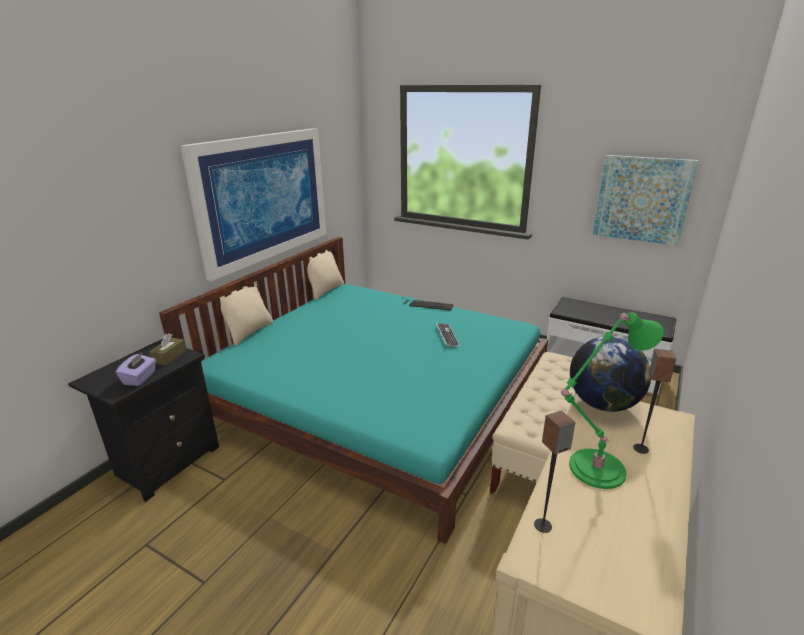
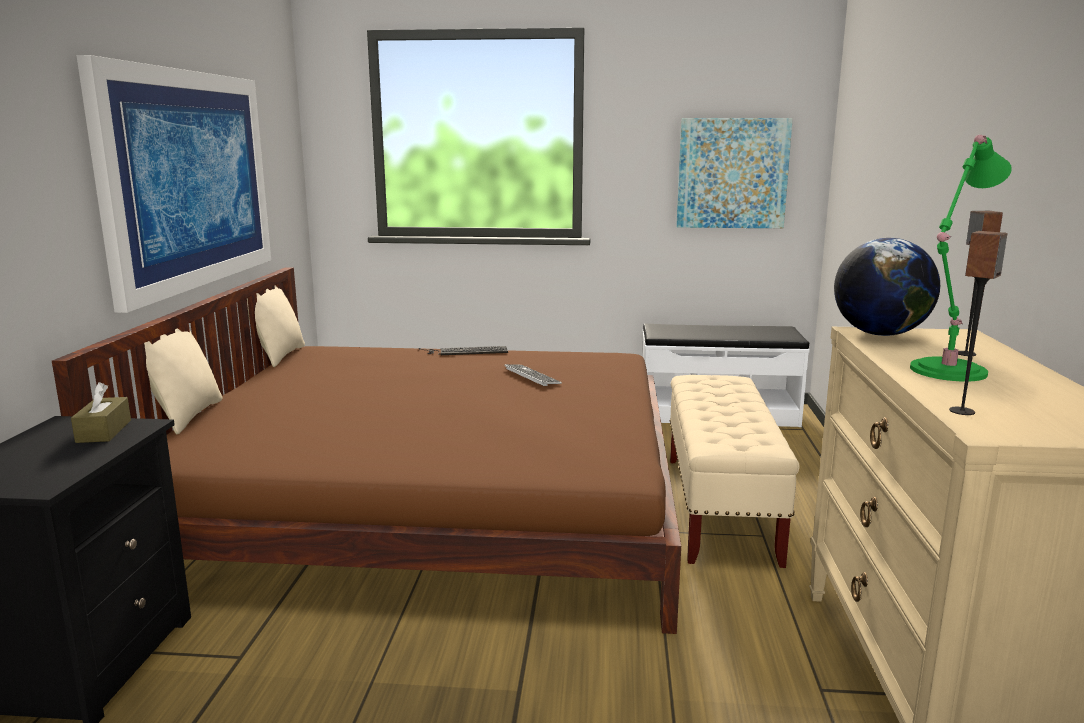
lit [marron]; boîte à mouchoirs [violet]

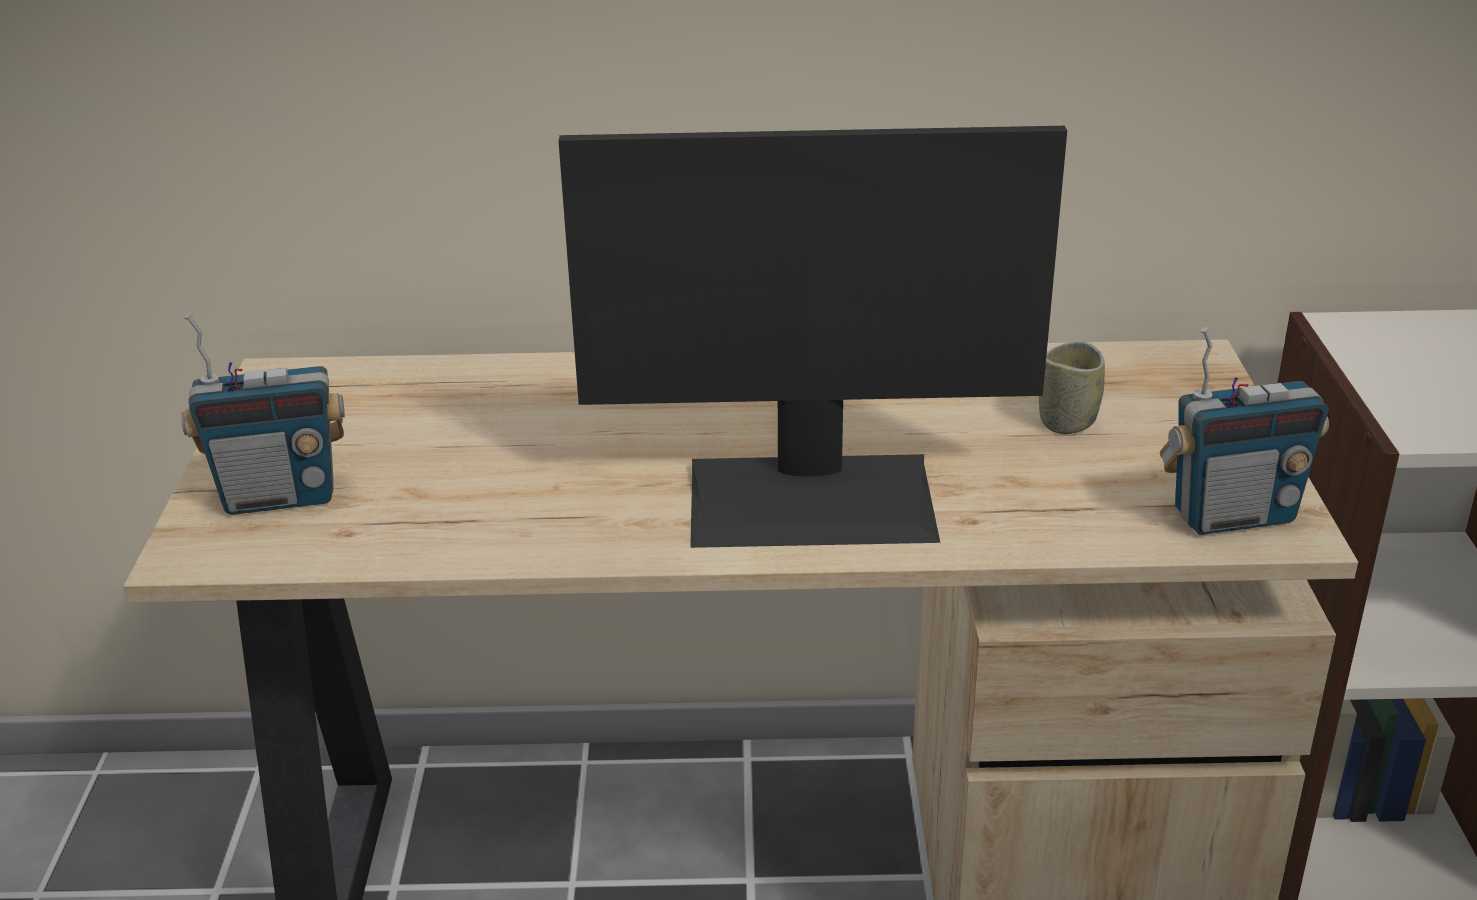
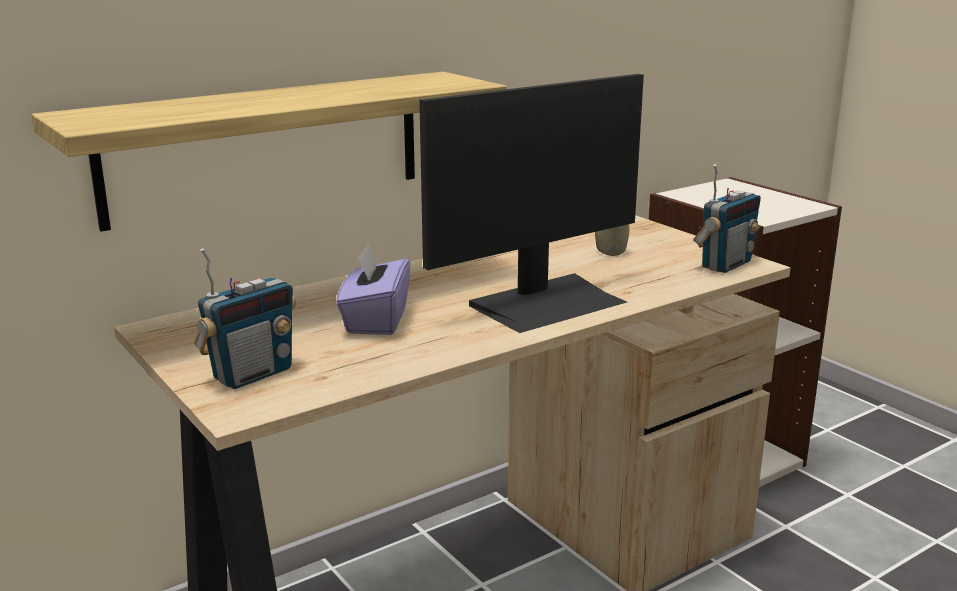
étagère; boîte à mouchoirs [violet]

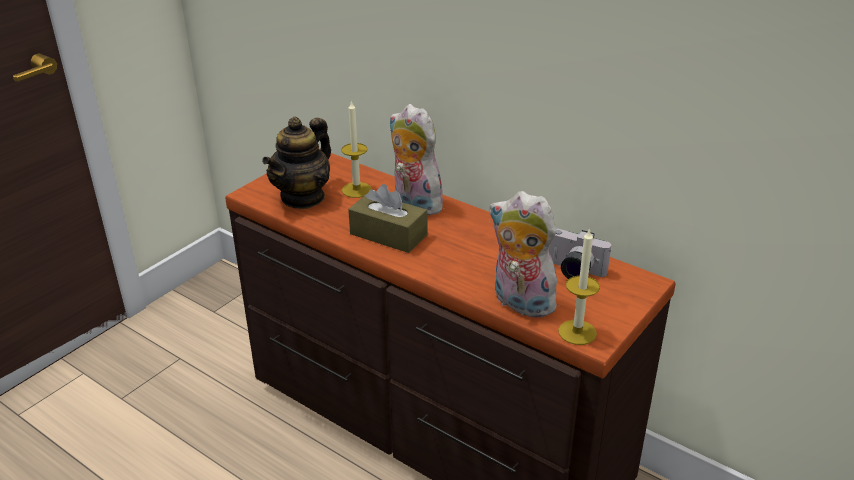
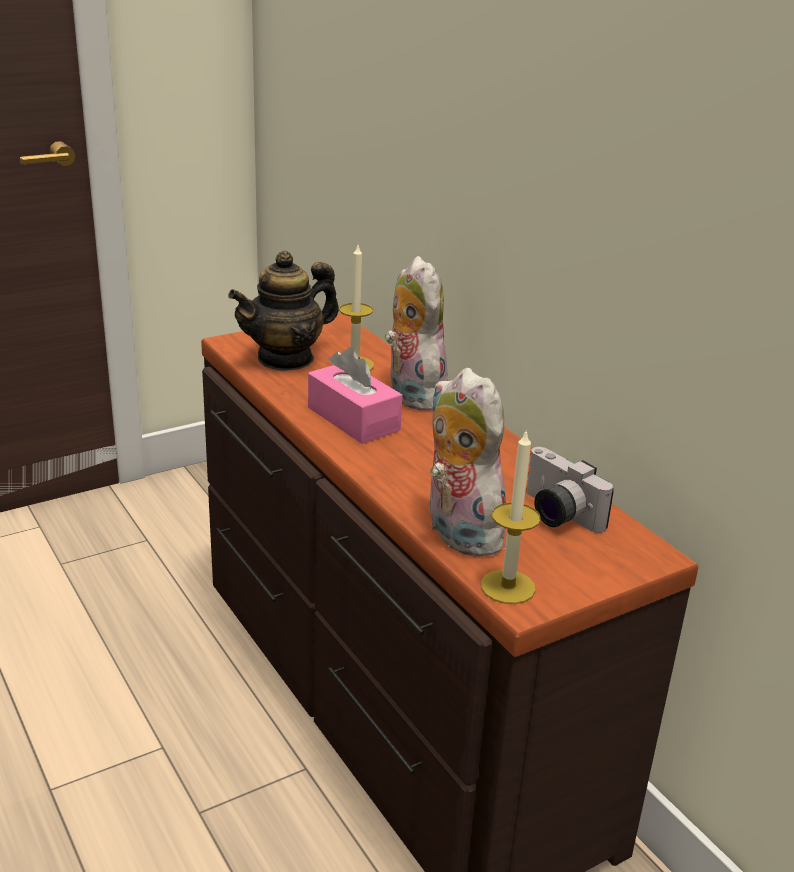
boîte à mouchoirs [rose]

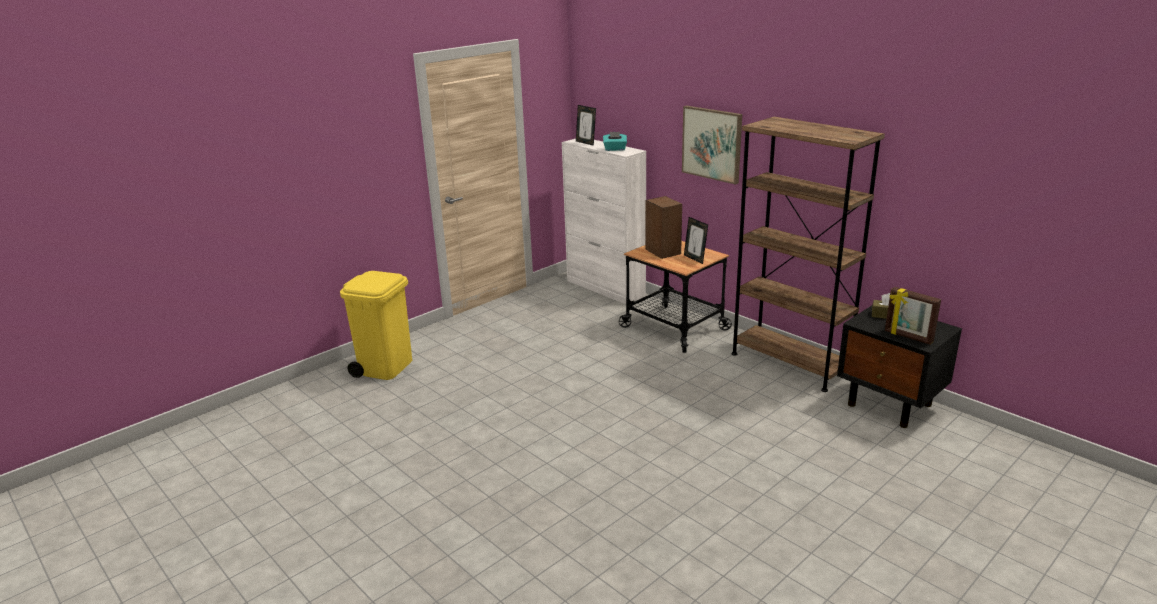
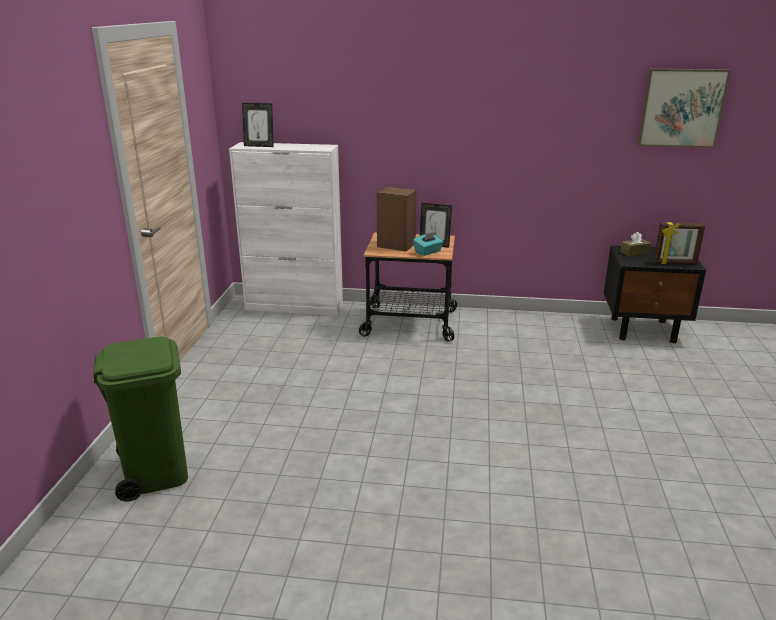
tableau; bibliothèque [marron]; boîte à mouchoirs [turquoise]; poubelle [vert]

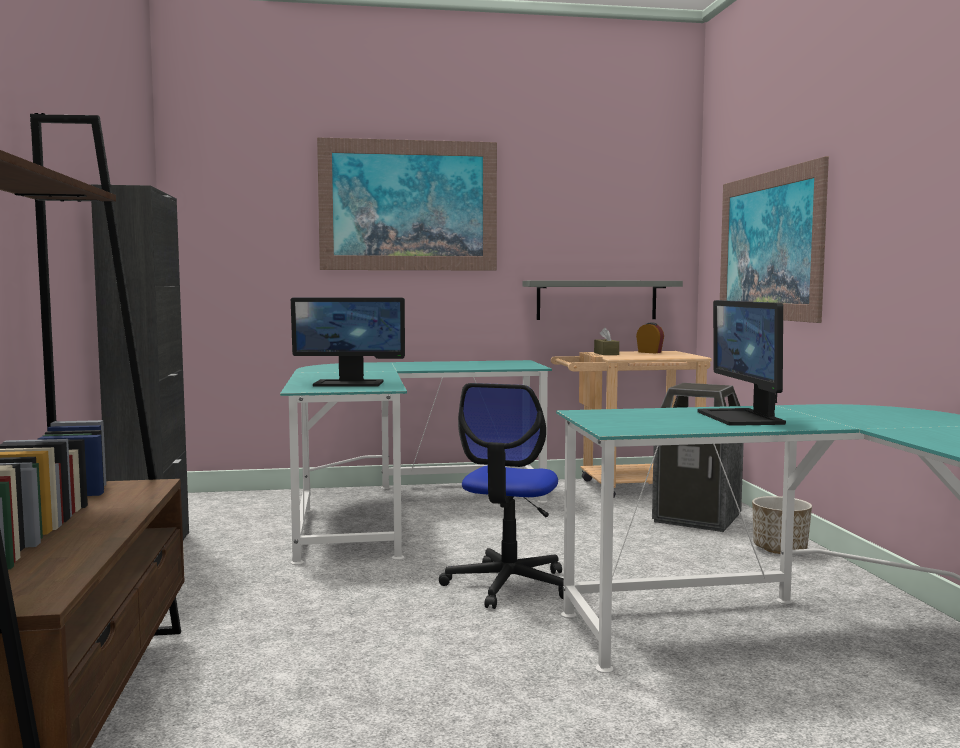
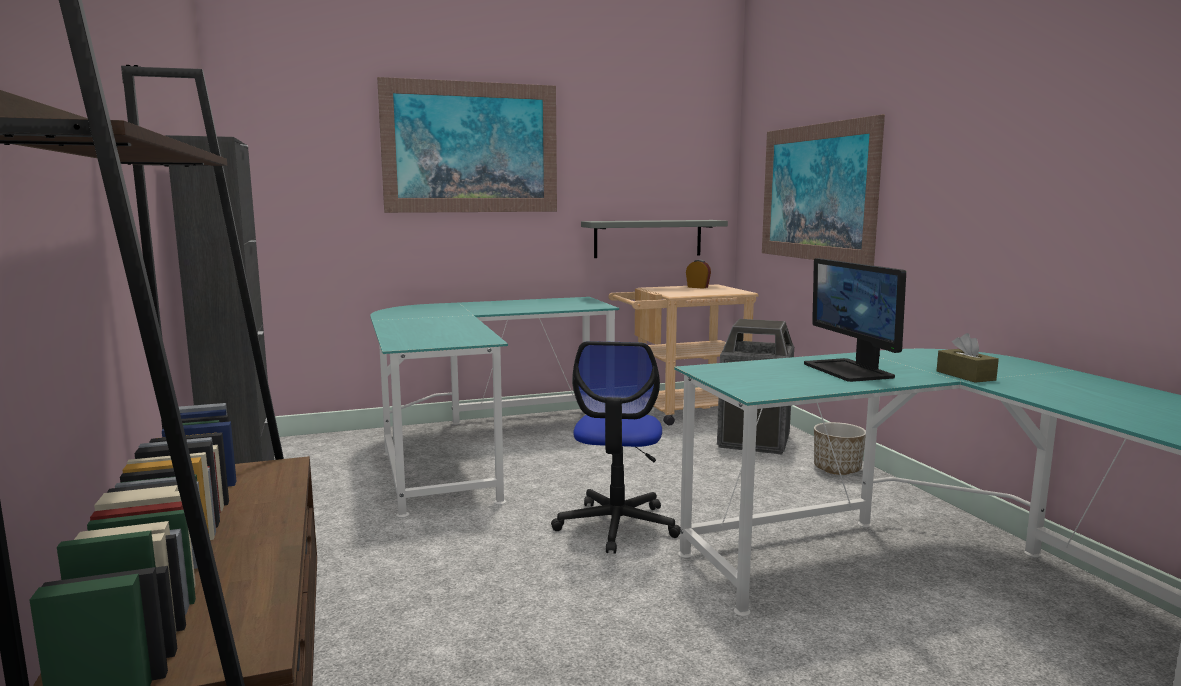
écran d'ordinateur (1st from left in the first image); boîte à mouchoirs [marron]

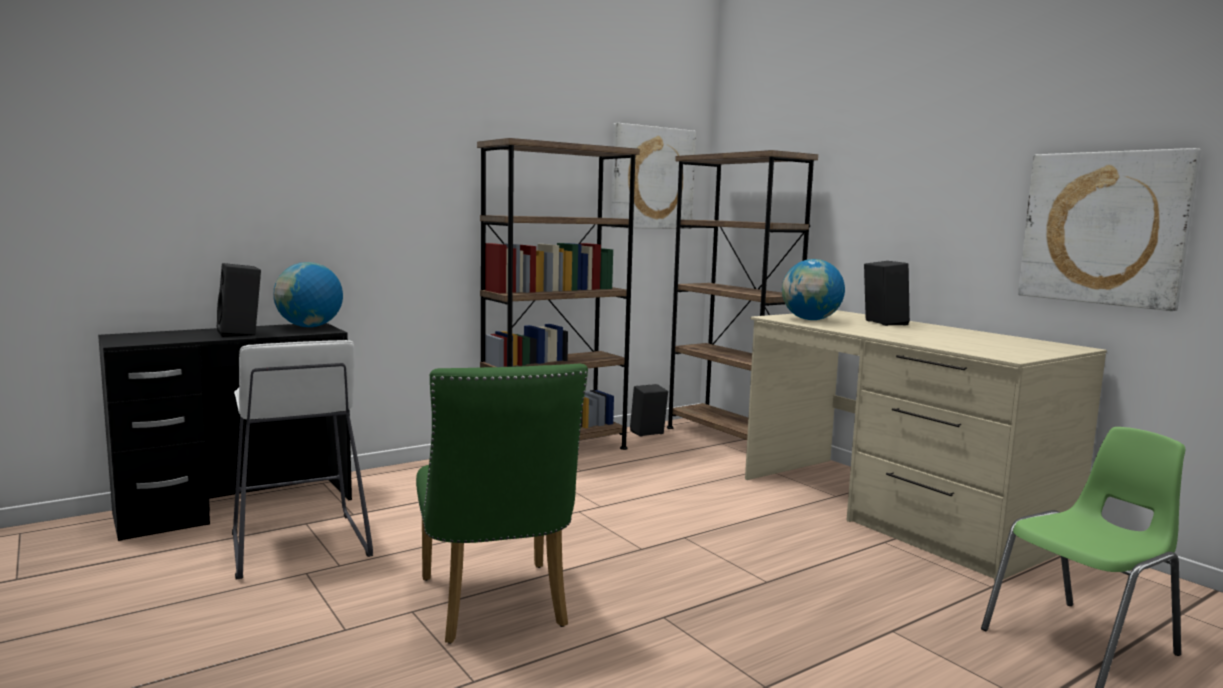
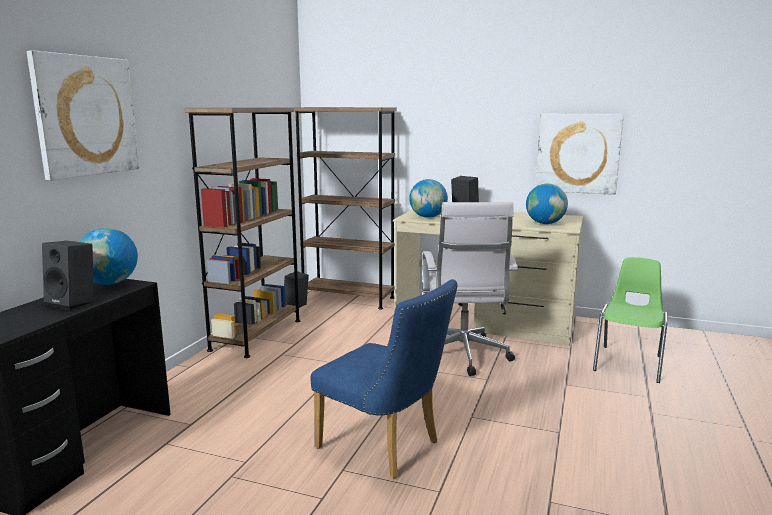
tableau (1st from left); tabouret [blanc]; chaise [bleu]; globe (3rd from left); chaise de bureau [blanc]

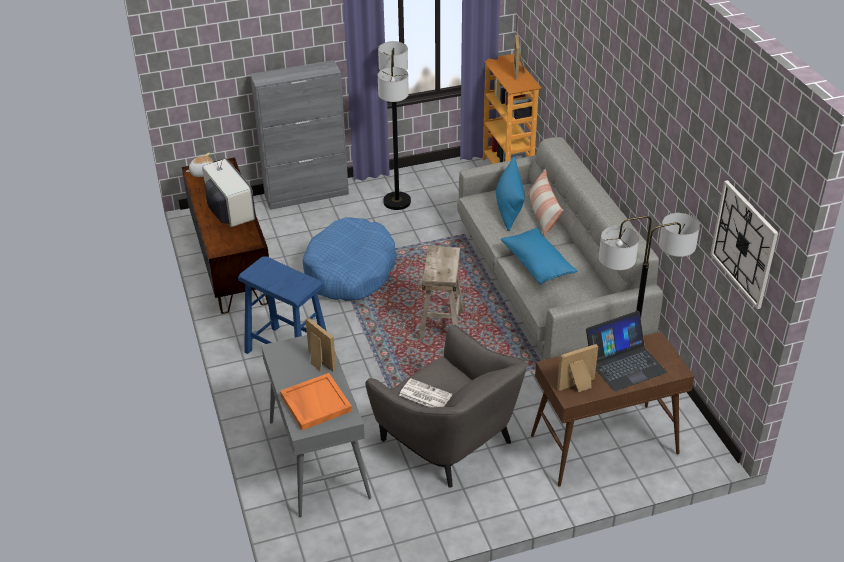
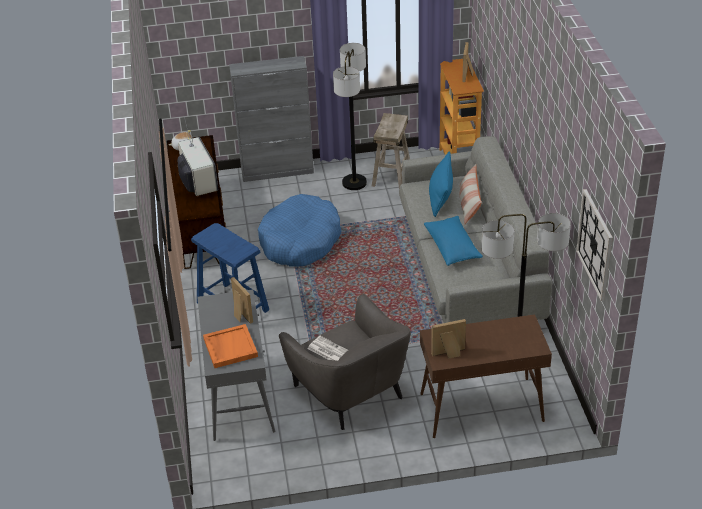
tabouret [beige]; ordinateur portable

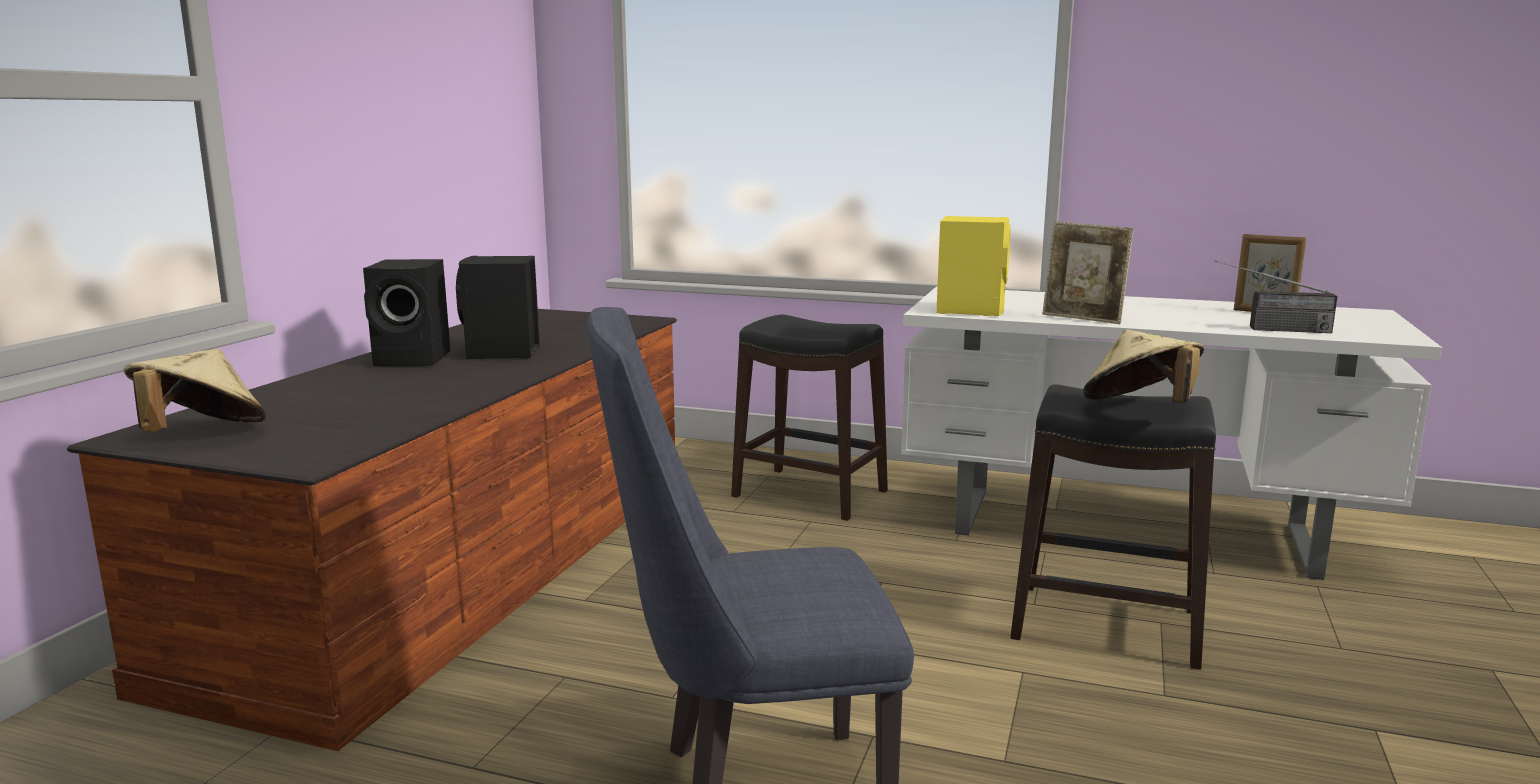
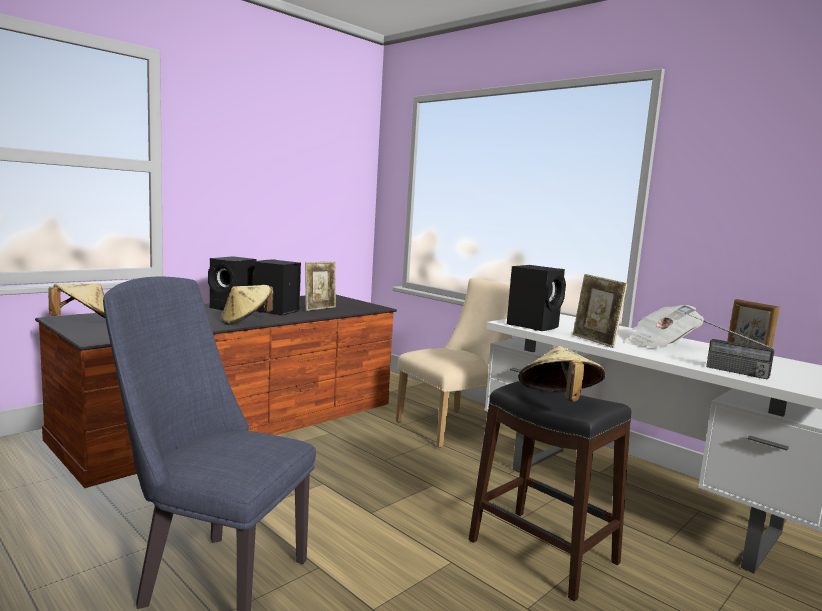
enceinte [noir] (3rd from left); chaise [beige]; cadre photo (1st from left); chapeau [beige] (2nd from left); journal

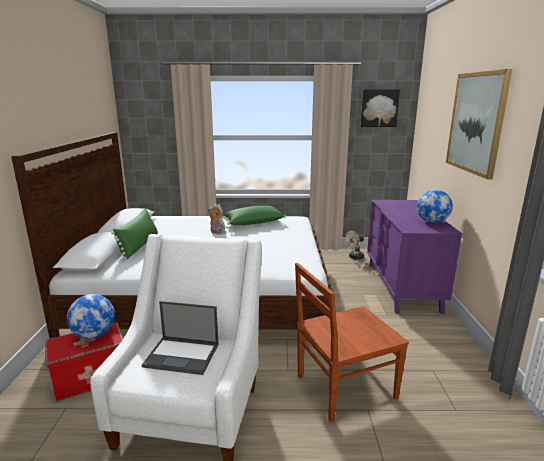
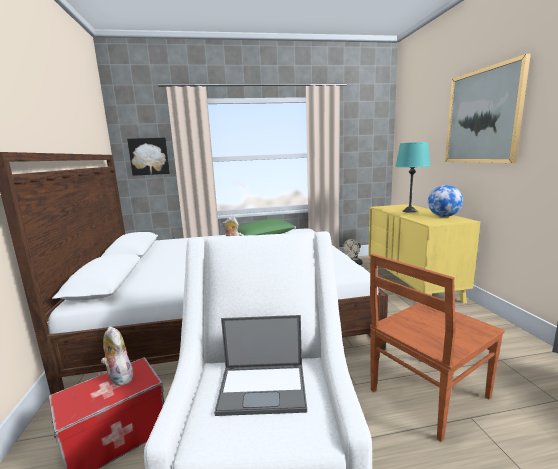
tableau (1st from left); commode [jaune]; coussin [vert] (1st from left in the first image); peluche (1st from left); lampe de table [turquoise]

